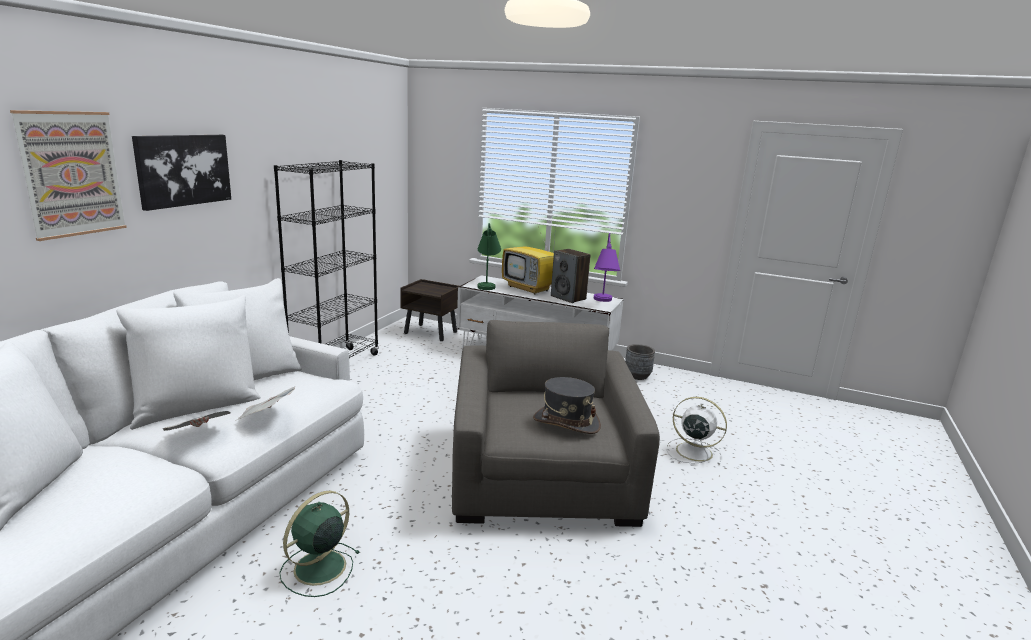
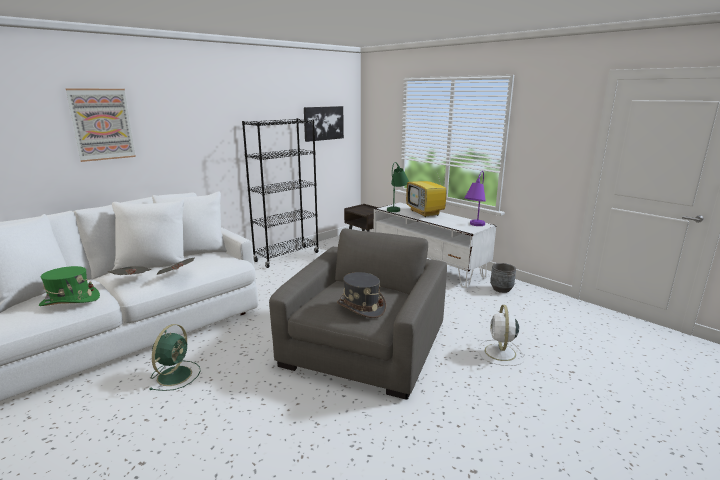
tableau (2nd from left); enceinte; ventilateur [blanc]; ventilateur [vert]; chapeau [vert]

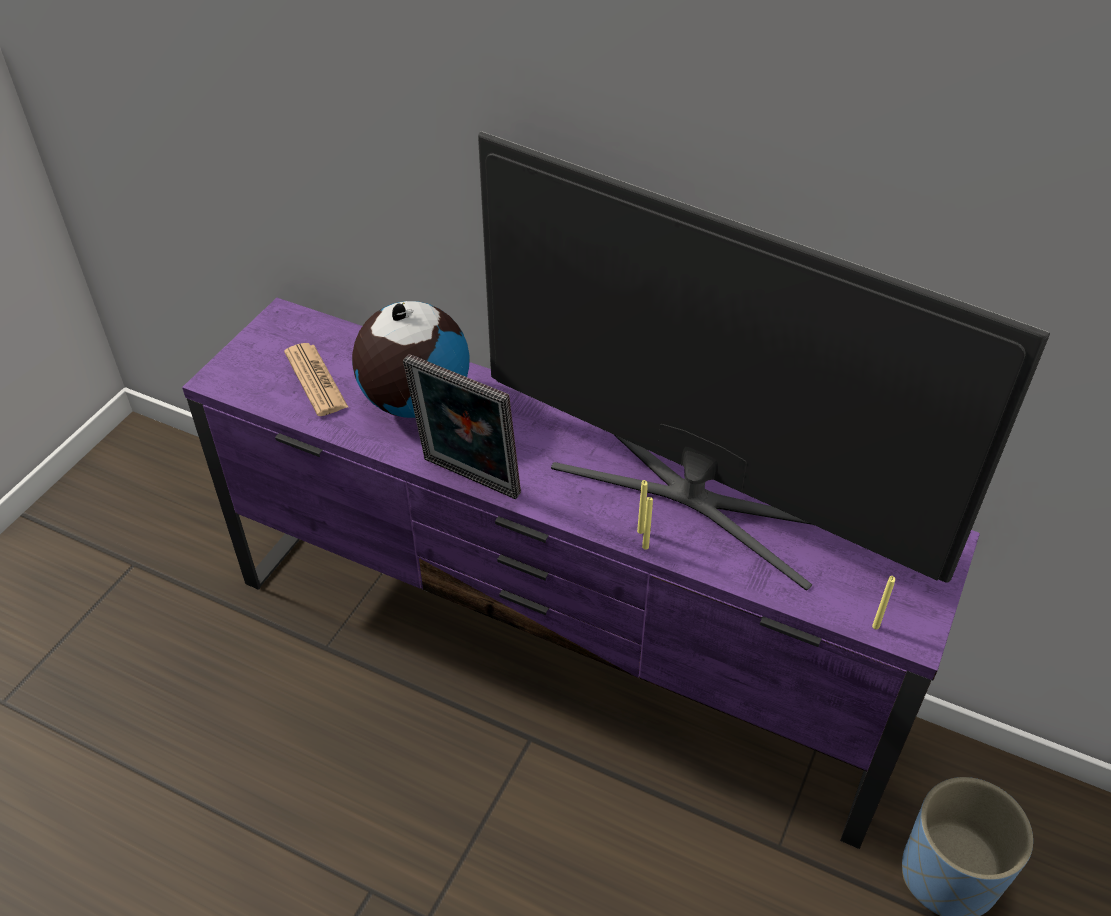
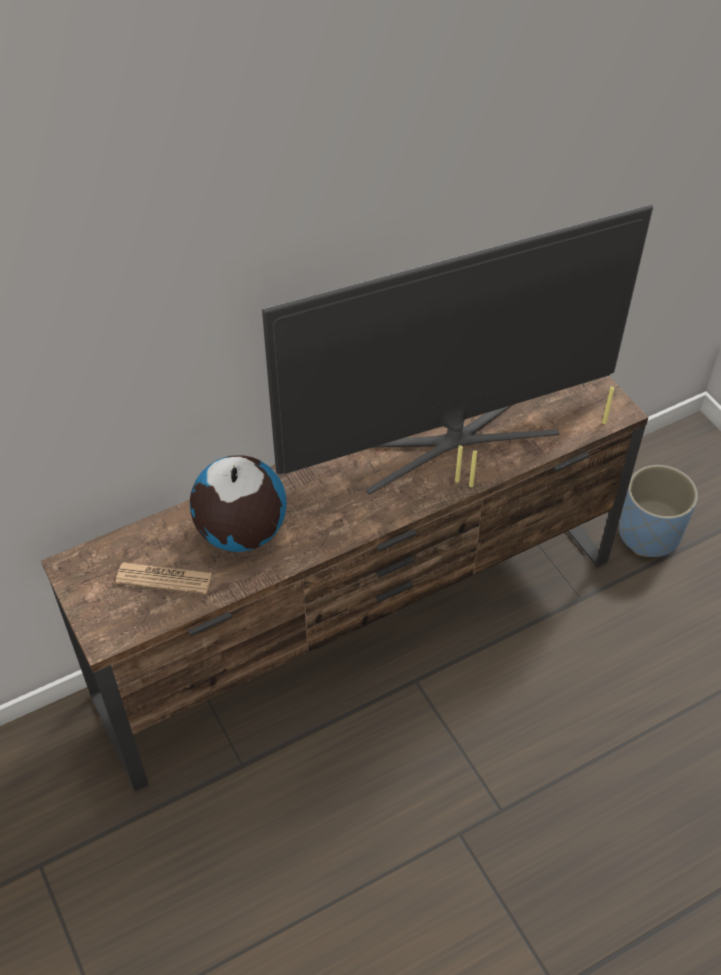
meuble télé [marron]; cadre photo

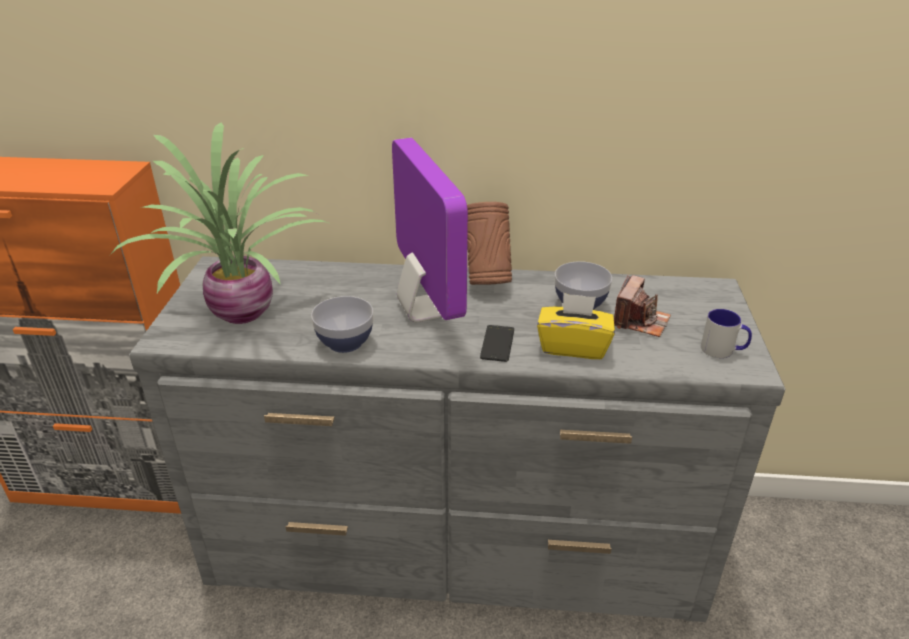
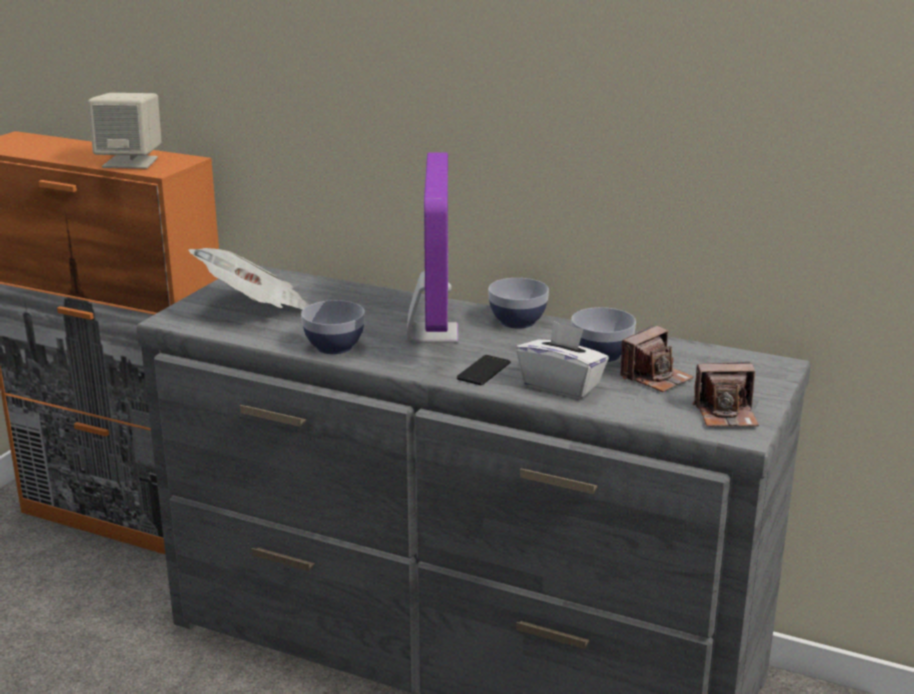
journal; bol (2nd from left); boîte à mouchoirs [blanc]; appareil photo (2nd from left); enceinte [beige]

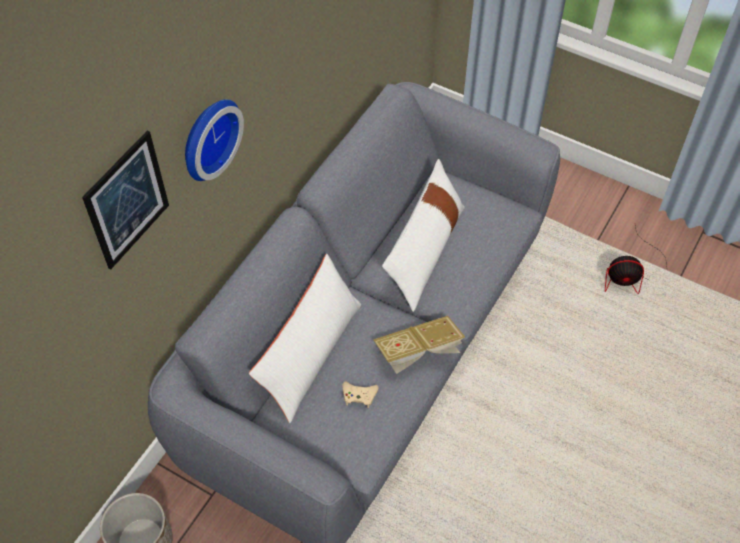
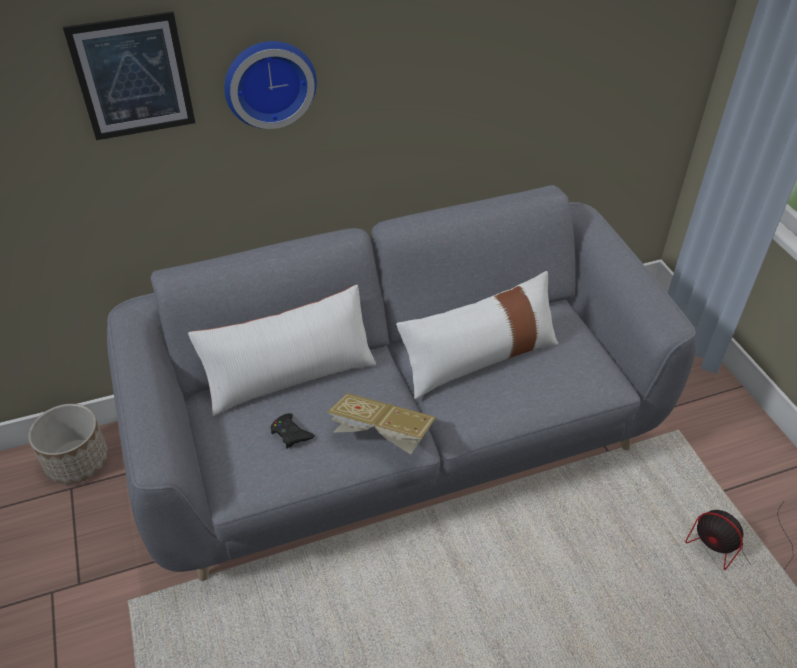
manette [noir]

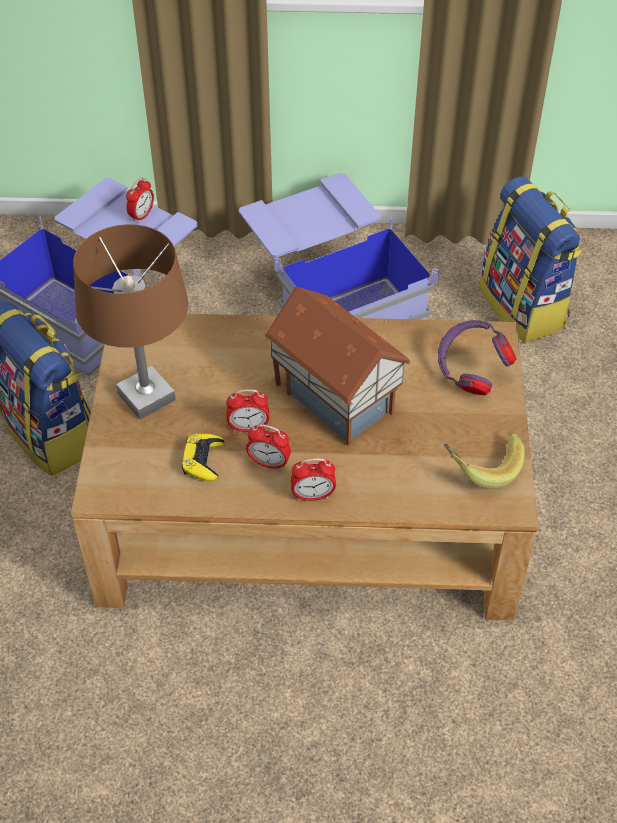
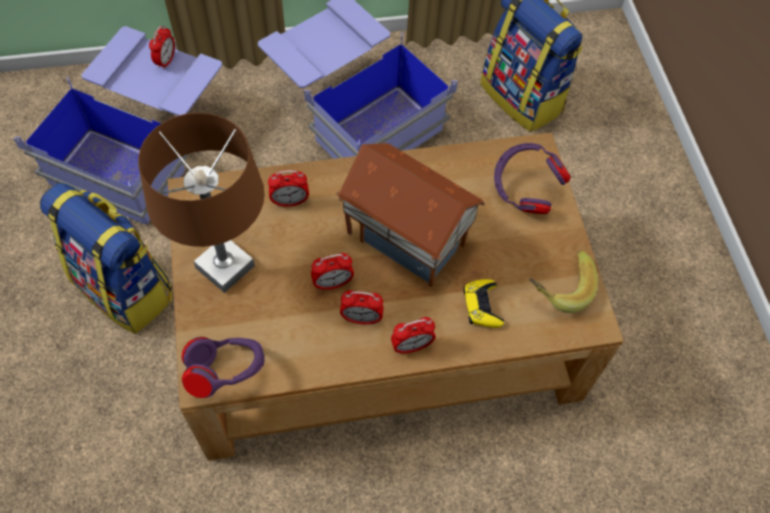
manette [jaune]; réveil (2nd from left); casque audio [violet] (1st from left)

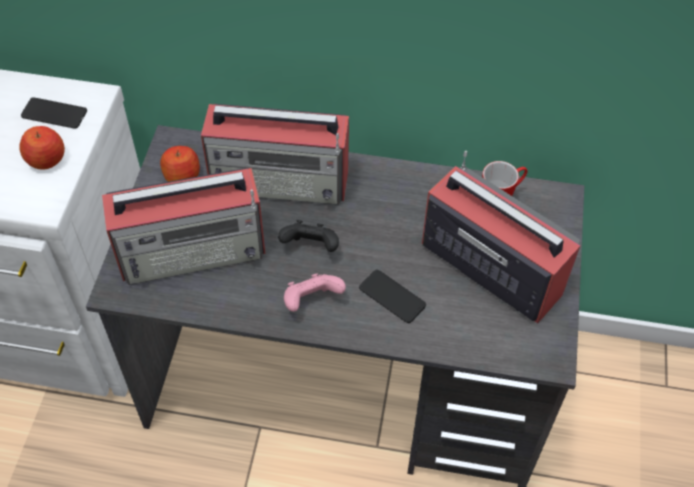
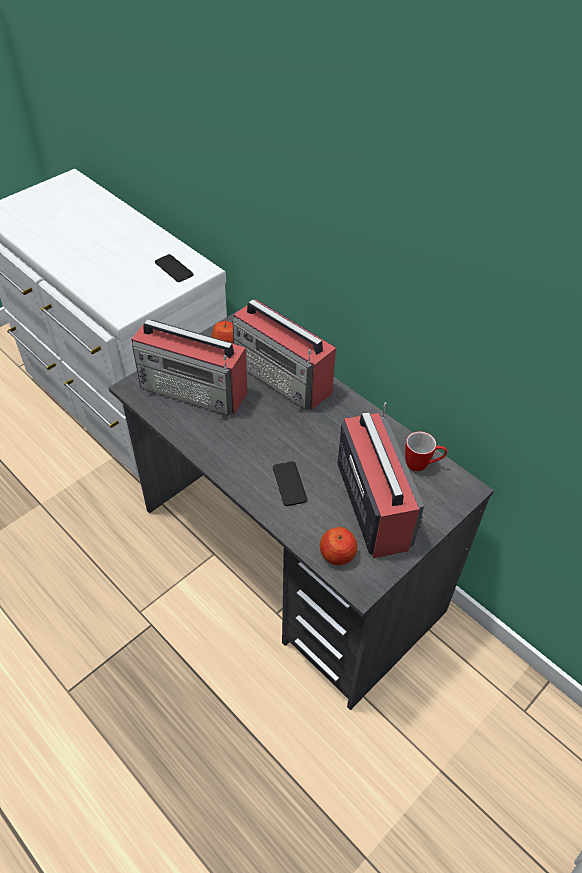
pomme (2nd from left); manette [noir]; manette [rose]

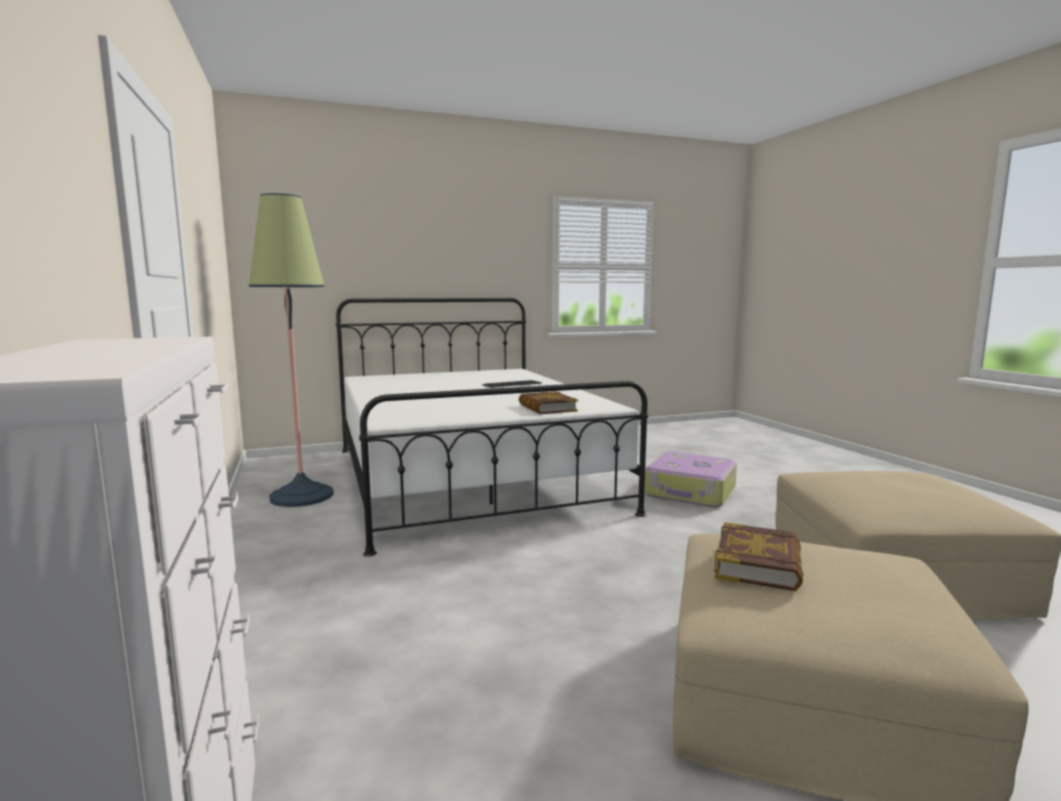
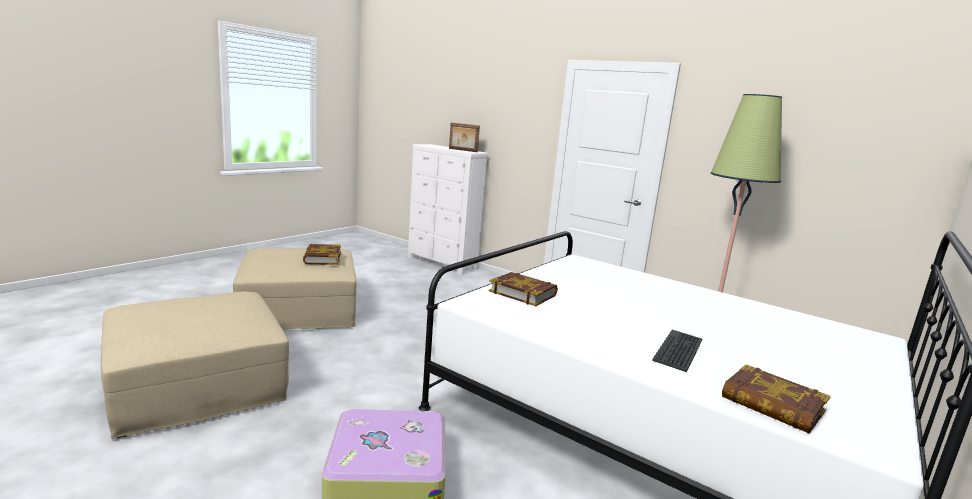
cadre photo; livre (3rd from left)

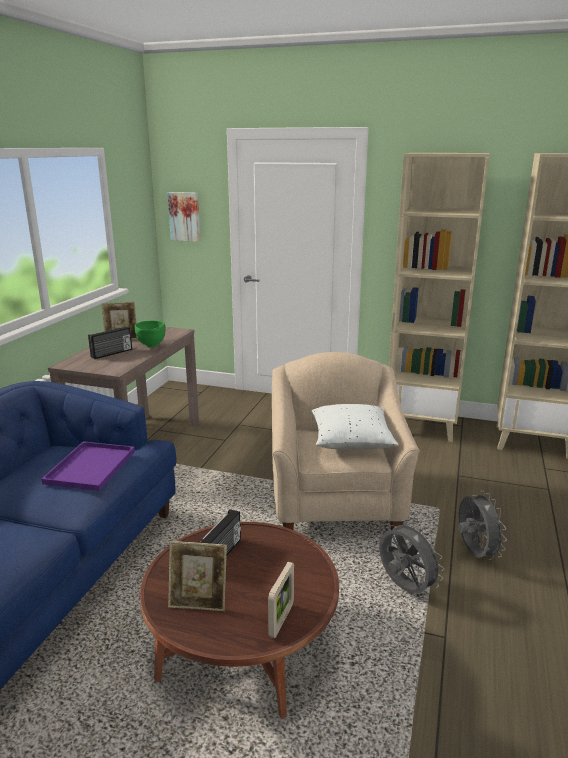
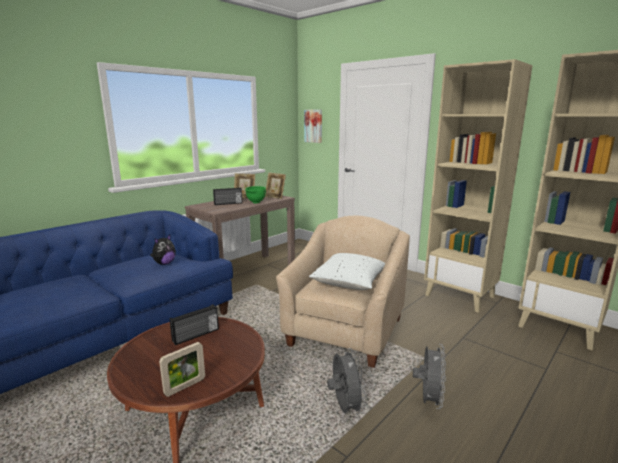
peluche; cadre photo (3rd from left)

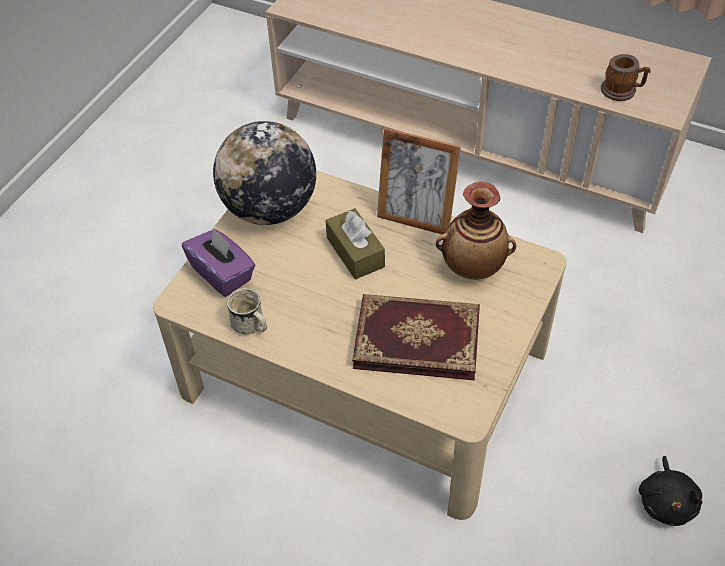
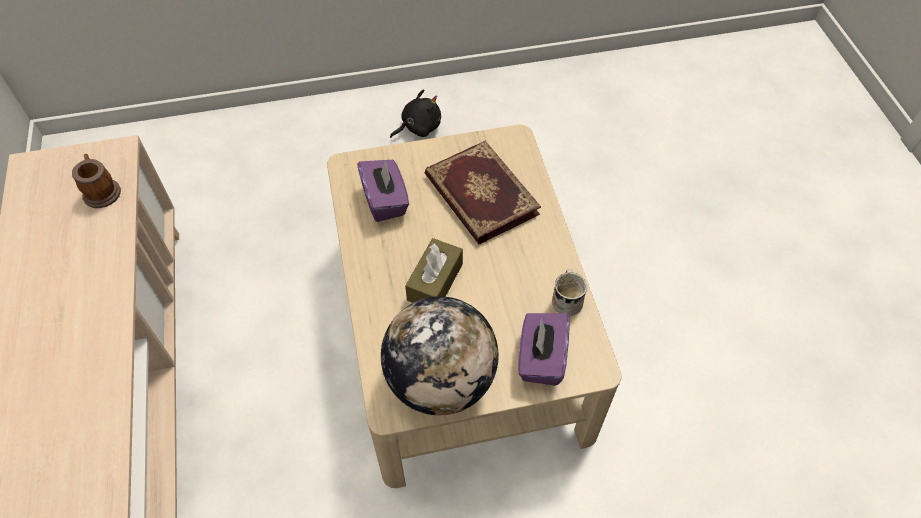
cadre photo; boîte à mouchoirs [violet] (1st from left)

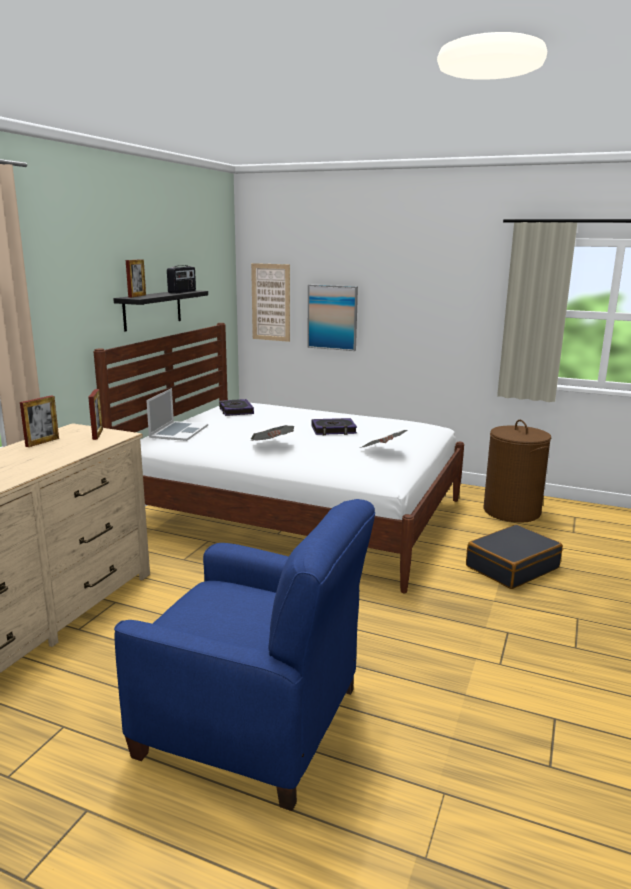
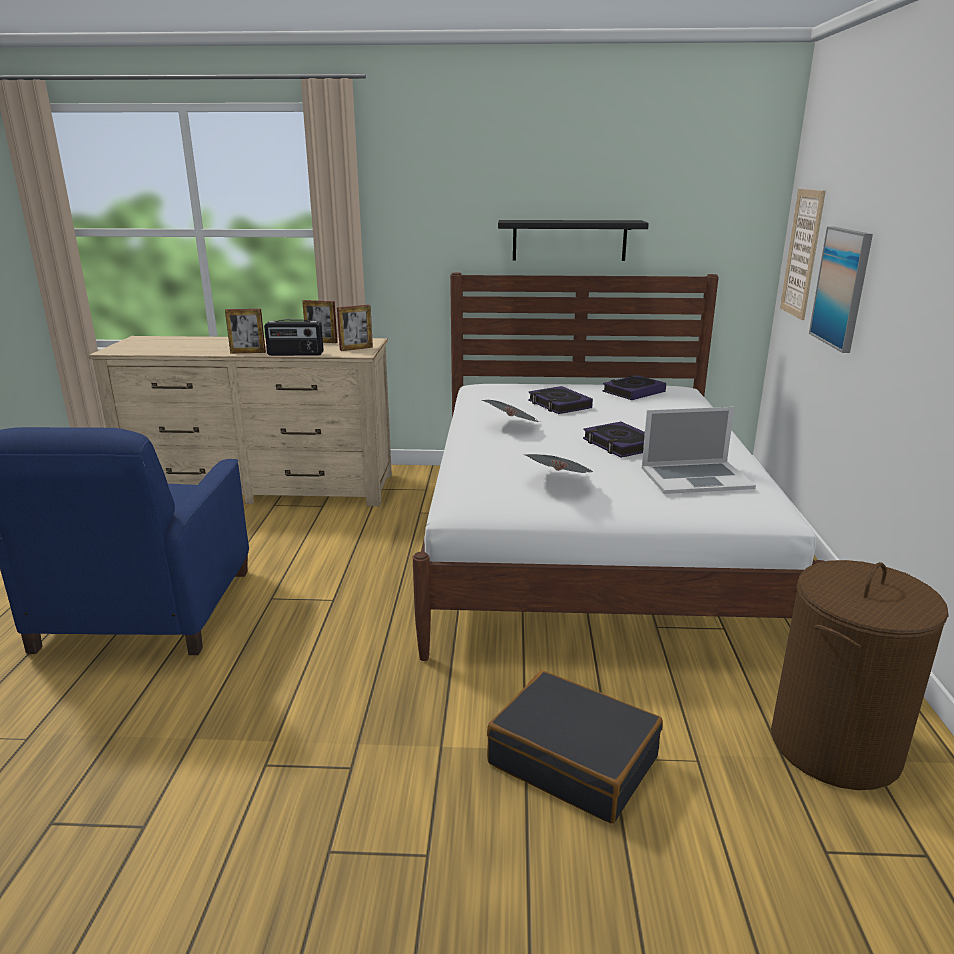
cadre photo (1st from left); radio; ordinateur portable; livre (1st from left)

